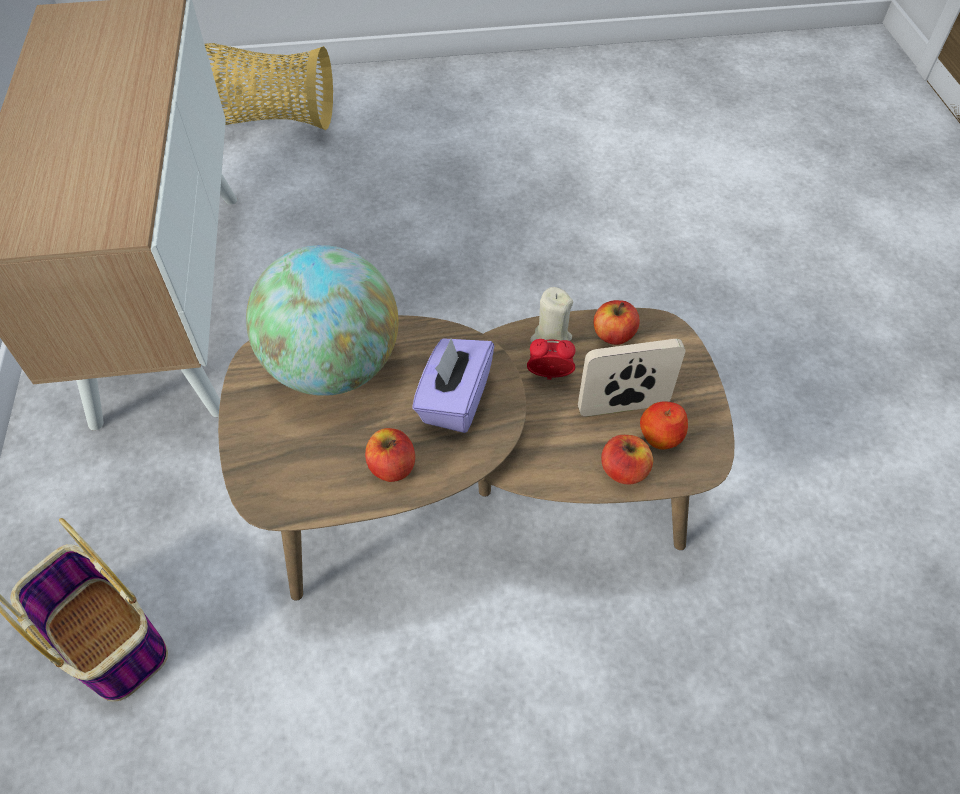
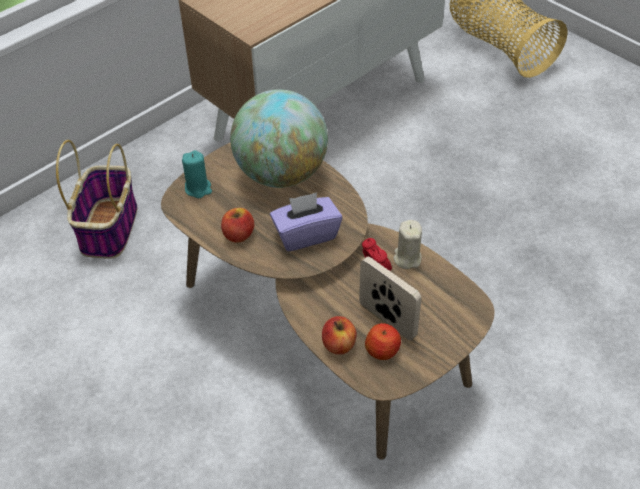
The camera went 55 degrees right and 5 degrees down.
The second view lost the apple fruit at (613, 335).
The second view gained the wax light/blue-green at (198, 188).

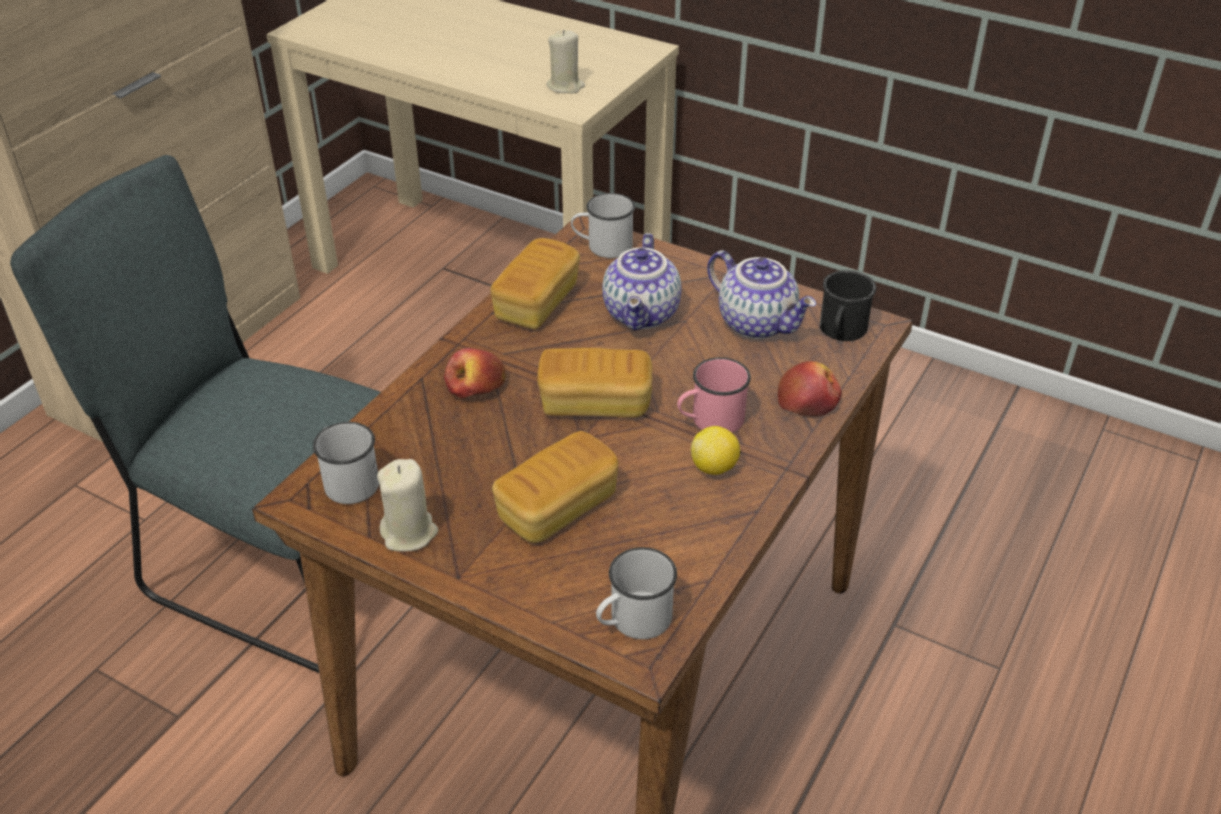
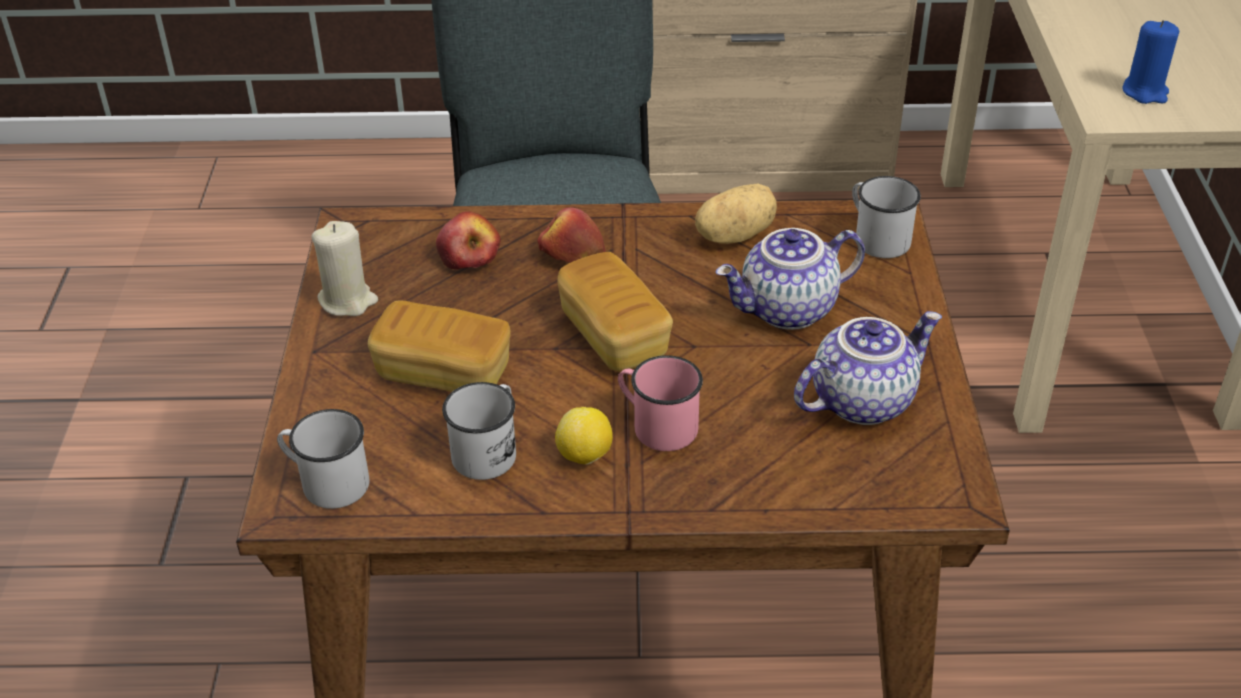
The camera went 60 degrees right and 0 degrees up.
The tea mug/whitish ended up elsewhere, having gone from (347, 480) to (489, 450).
Where the bakery bread stood at (536, 303), the potato came to stand at (734, 235).
What was the wax light/beige-coloured at (565, 86) turned into the wax light/blue-coloured at (1145, 92).
The pot for tea at (758, 323) ended up facing another way, 135 degrees counterclockwise from before.
The apple fruit ended up elsewhere, having gone from (809, 400) to (469, 255).
The second view lost the tea mug/black-coloured at (841, 332).

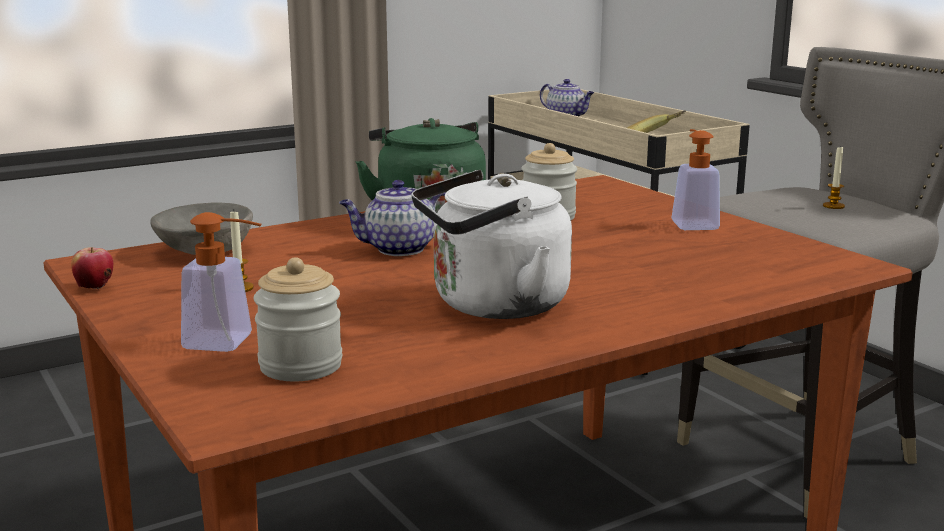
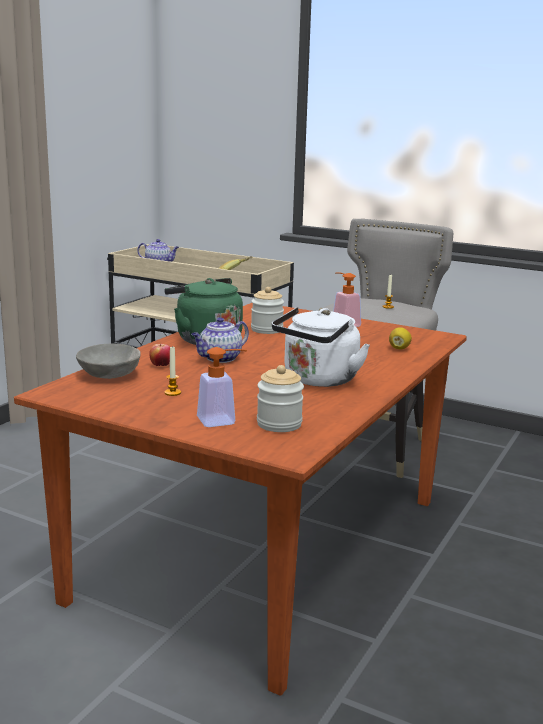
The camera went 30 degrees left and 0 degrees up.
The apple fruit ended up elsewhere, having gone from (95, 288) to (161, 366).
The second view gained the whole lemon at (399, 348).

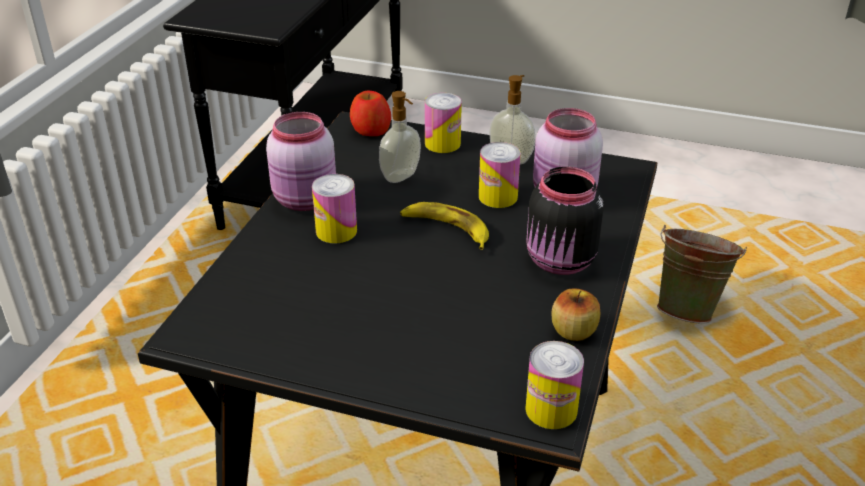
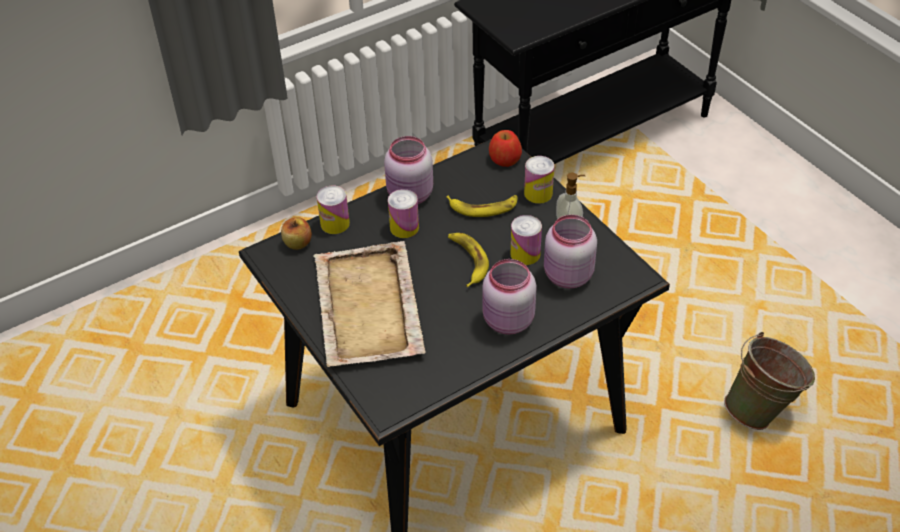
The camera went 40 degrees right and 10 degrees up.
Where the liquid soap bottle stood at (401, 177), the whole banana came to stand at (483, 207).
The metal can ended up elsewhere, having gone from (551, 409) to (335, 224).
What was the jar/black-coloured at (561, 262) turned into the jar/pink-coloured at (507, 321).
The apple fruit ended up elsewhere, having gone from (573, 331) to (298, 243).
The second view gained the tray/beige-coloured at (367, 308).

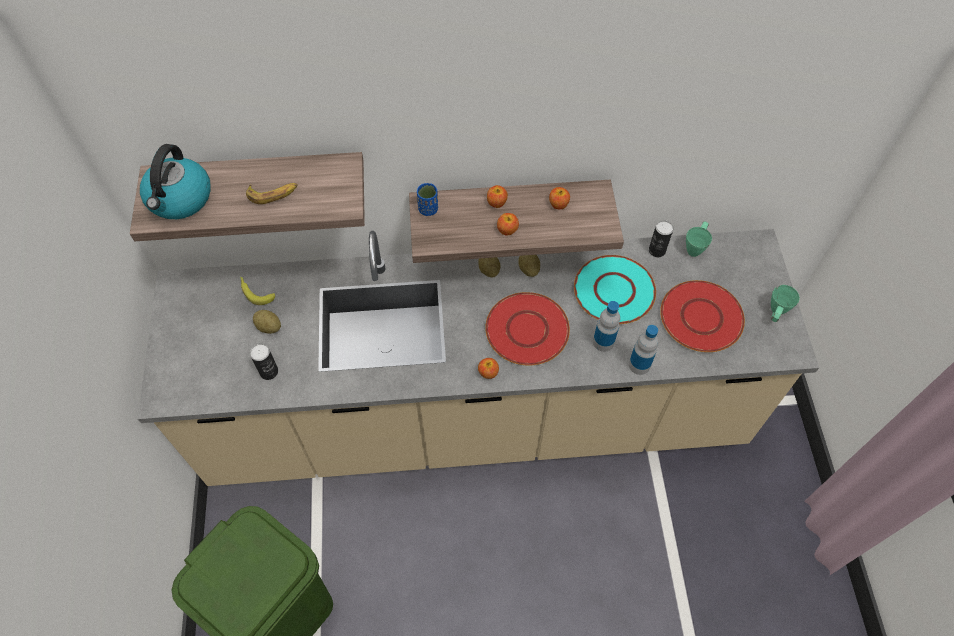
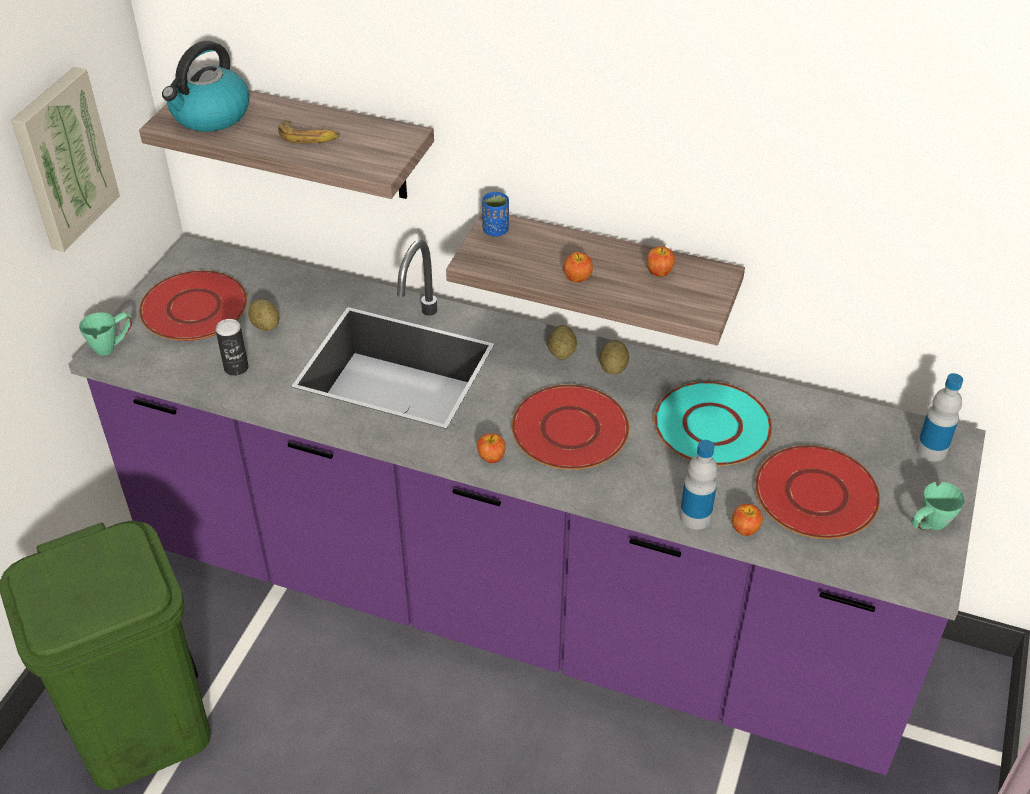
The camera went 25 degrees right and 15 degrees down.
What was the counter/beige-coloured at (477, 419) turned into the counter/purplish at (515, 604).
The second view lost the whole banana at (255, 292).
The apple fruit ended up elsewhere, having gone from (497, 202) to (745, 528).
The beverage bottle ended up elsewhere, having gone from (603, 342) to (931, 450).
The second view lost the metal can at (657, 250).
The tea mug/green-coloured ended up elsewhere, having gone from (695, 247) to (112, 346).
The second view gained the wall art at (62, 159).
The second view gained the dinner plate/reddish at (194, 307).

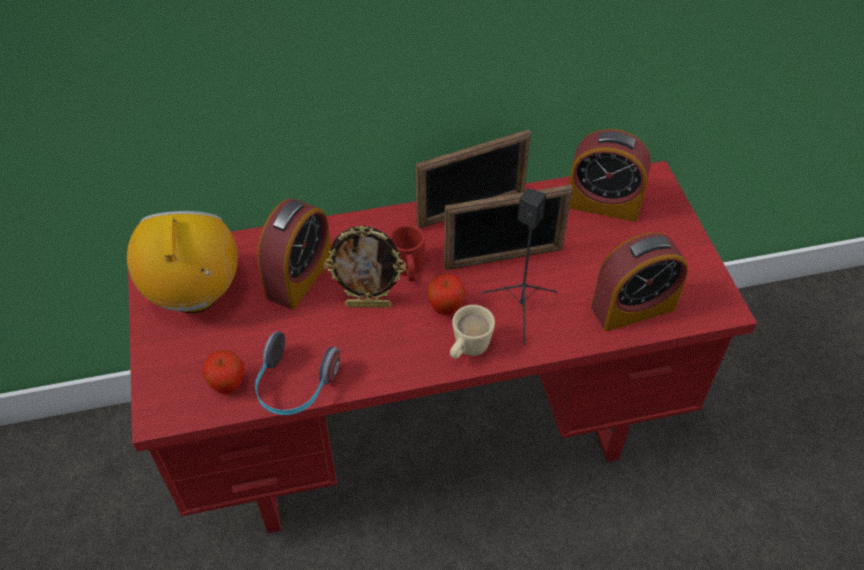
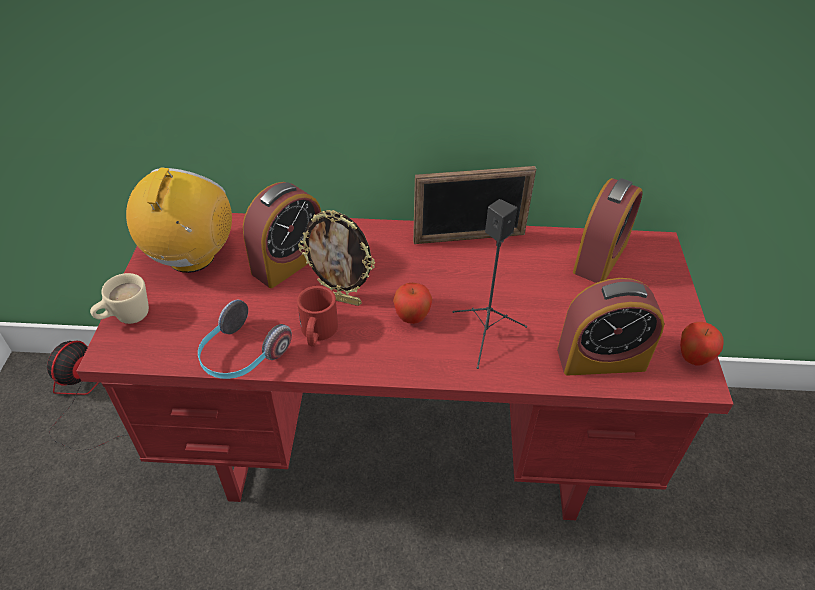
The camera went 15 degrees right and 5 degrees down.
The apple fruit ended up elsewhere, having gone from (228, 385) to (693, 358).
The tea mug/reddish ended up elsewhere, having gone from (408, 269) to (317, 333).
The second view lost the picture frame at (503, 258).
The tea mug/beige-coloured ended up elsewhere, having gone from (467, 350) to (126, 317).
The bedside clock at (603, 203) ended up facing another way, 90 degrees counterclockwise from before.
The second view gained the electric fan at (84, 401).

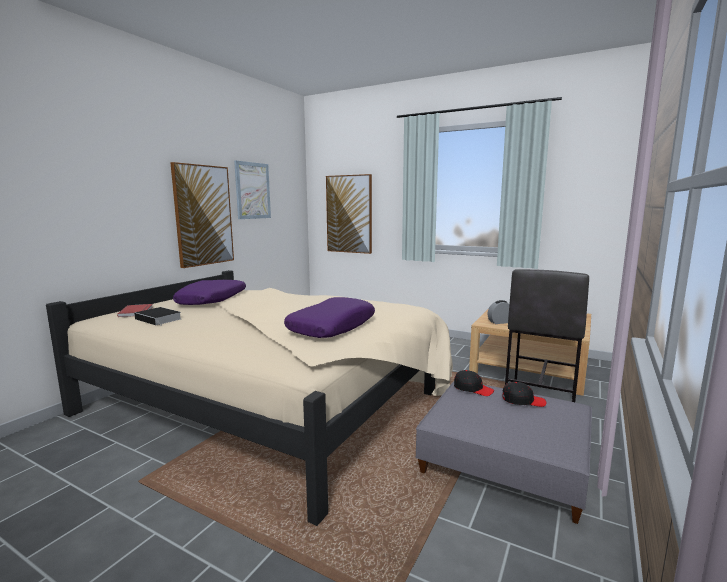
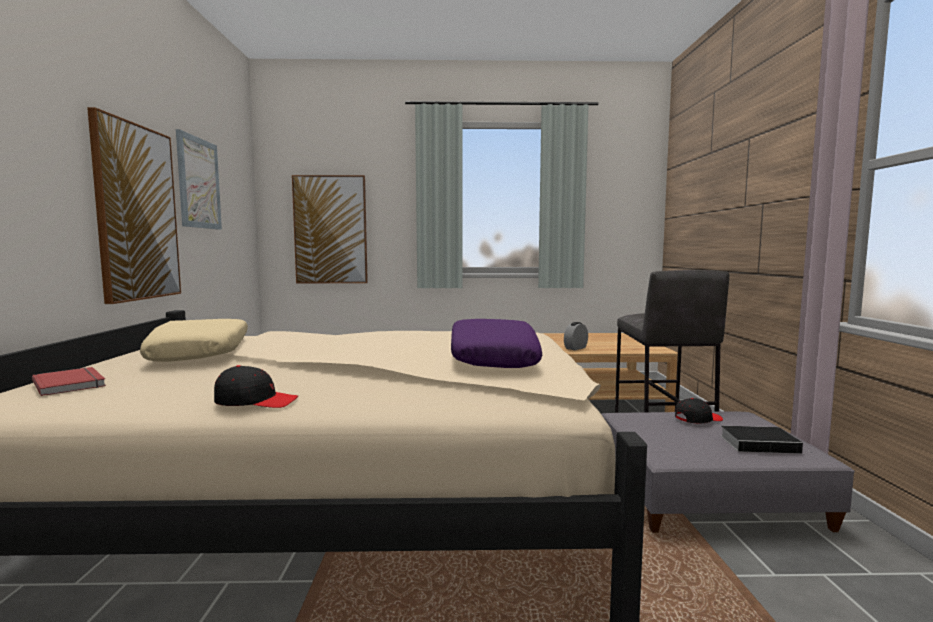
The camera went 30 degrees left and 5 degrees down.
The book ended up elsewhere, having gone from (159, 319) to (761, 444).
What was the throw pillow/purplish at (212, 300) turned into the throw pillow/beige-coloured at (202, 353).
The cap/black-coloured ended up elsewhere, having gone from (473, 389) to (256, 401).

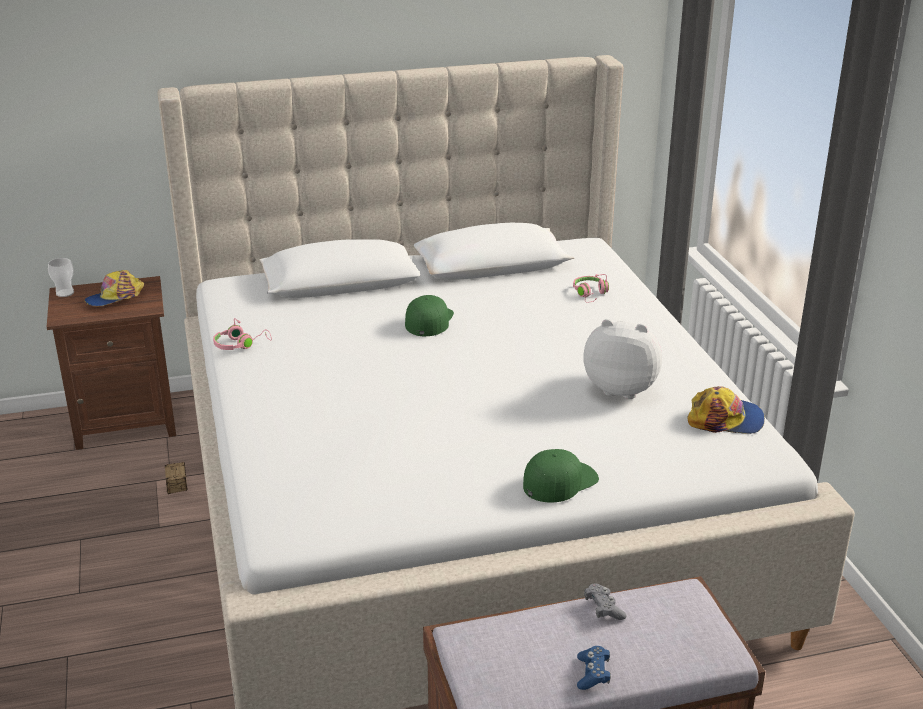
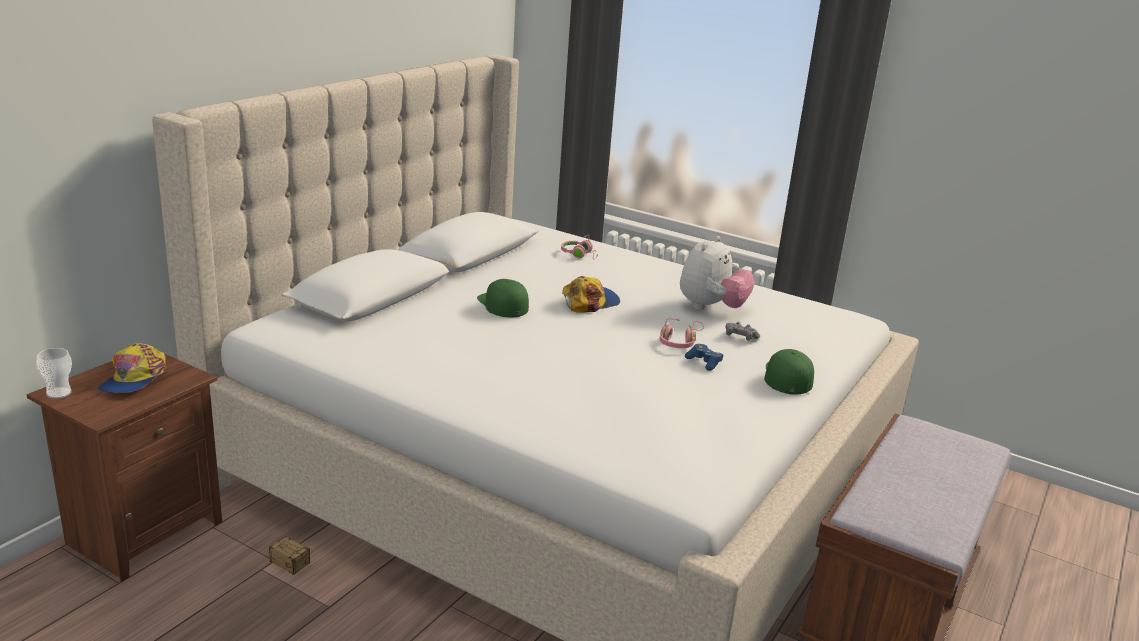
The camera went 45 degrees left and 5 degrees down.
The pair of headphones/pink-coloured ended up elsewhere, having gone from (240, 344) to (679, 342).
The joypad/blue-coloured ended up elsewhere, having gone from (593, 674) to (704, 362).
The soft toy at (621, 388) ended up facing another way, 150 degrees clockwise from before.
The joypad/greyish ended up elsewhere, having gone from (603, 608) to (740, 337).
The cap ended up elsewhere, having gone from (725, 419) to (590, 302).

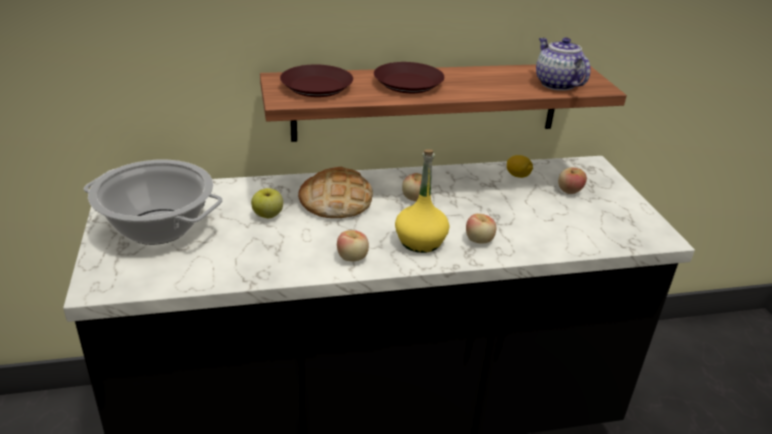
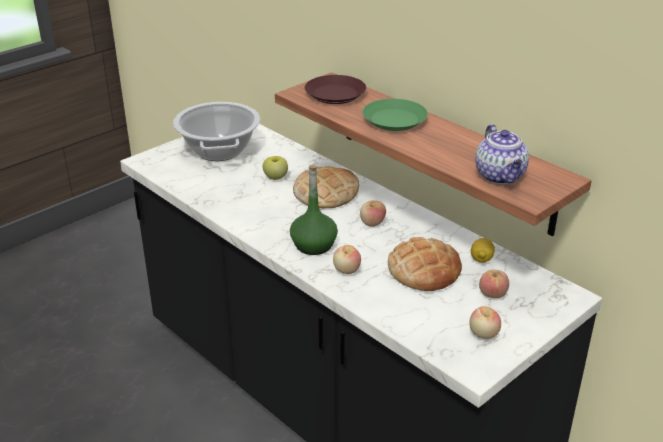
The camera went 60 degrees right and 0 degrees up.
The apple fruit ended up elsewhere, having gone from (352, 258) to (483, 334).
What was the dinner plate/brownish at (408, 83) turned into the dinner plate/green-coloured at (395, 120).
What was the beverage bottle/yellow at (420, 241) turned into the beverage bottle/green-coloured at (313, 245).
The pot for tea at (556, 84) ended up facing another way, 135 degrees clockwise from before.
The second view gained the bakery bread at (424, 270).

